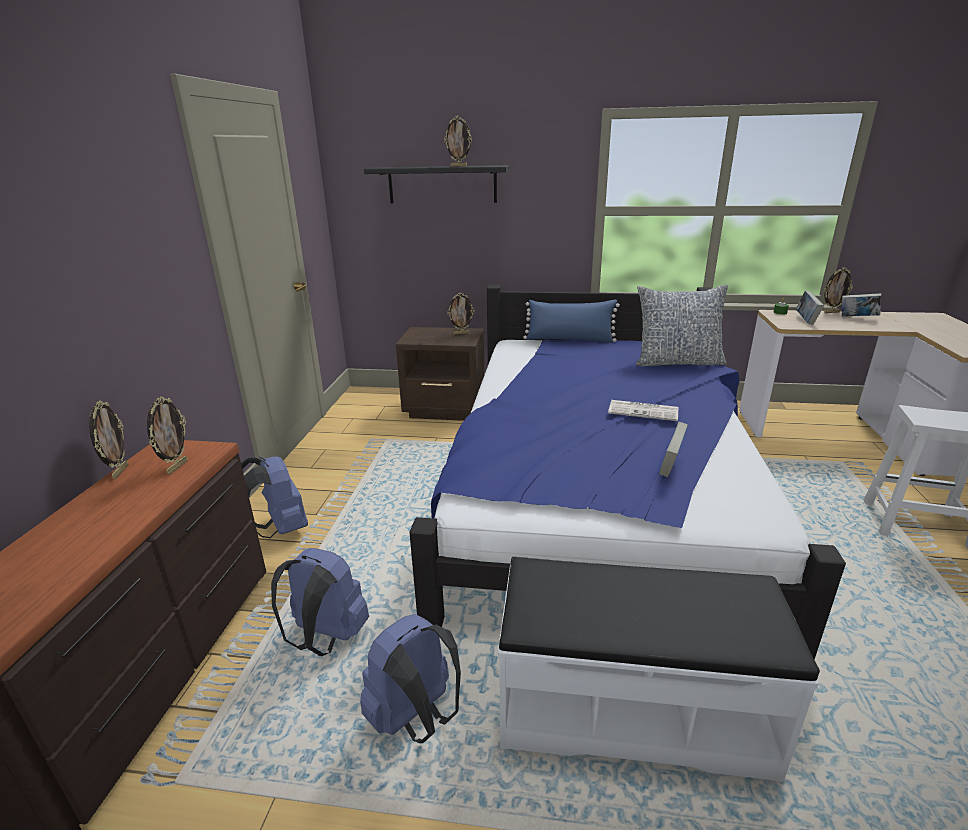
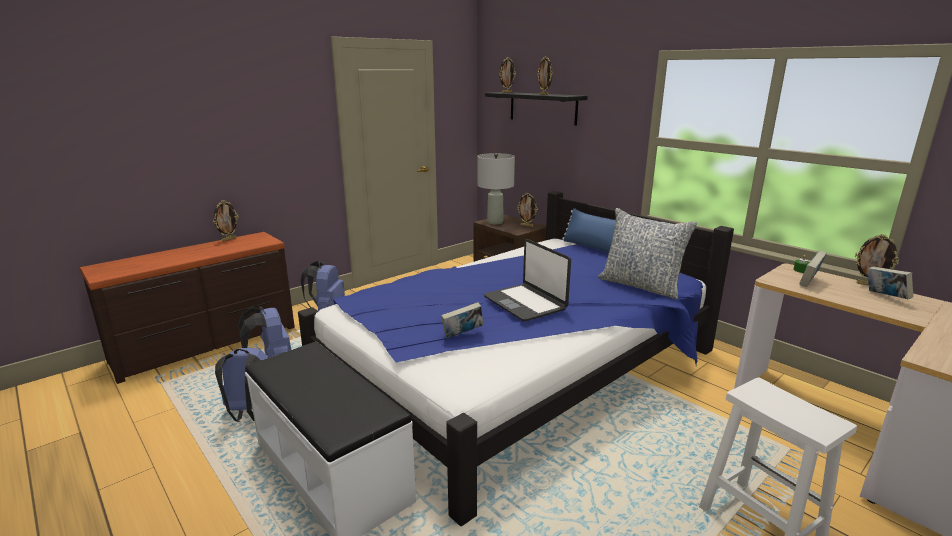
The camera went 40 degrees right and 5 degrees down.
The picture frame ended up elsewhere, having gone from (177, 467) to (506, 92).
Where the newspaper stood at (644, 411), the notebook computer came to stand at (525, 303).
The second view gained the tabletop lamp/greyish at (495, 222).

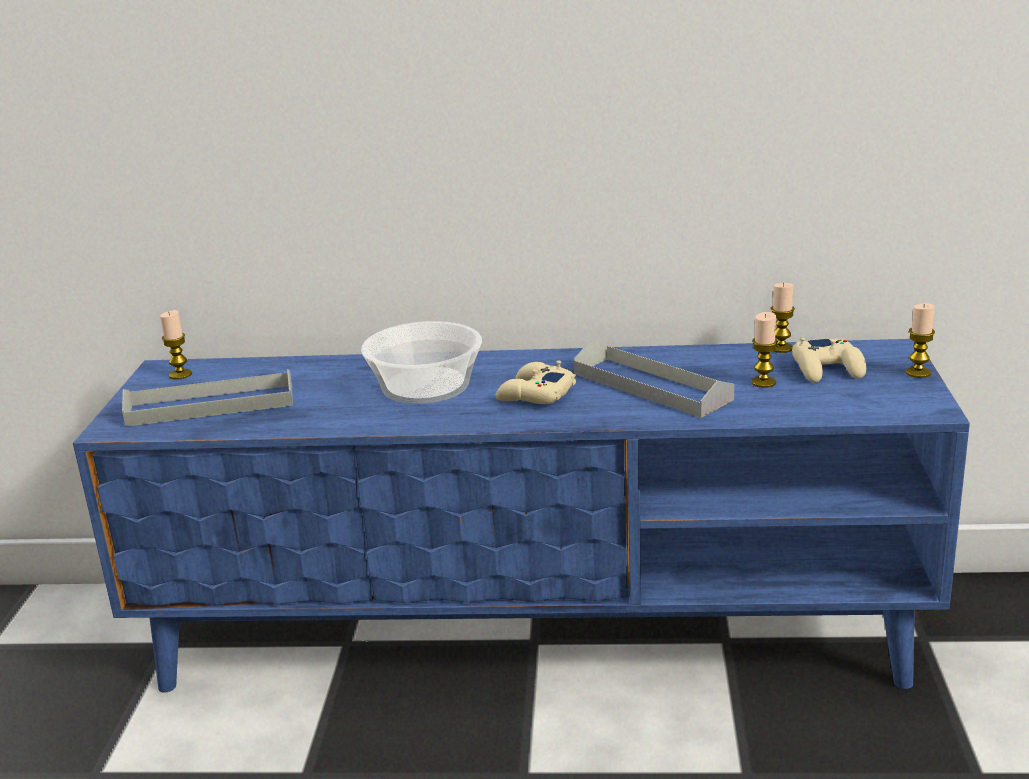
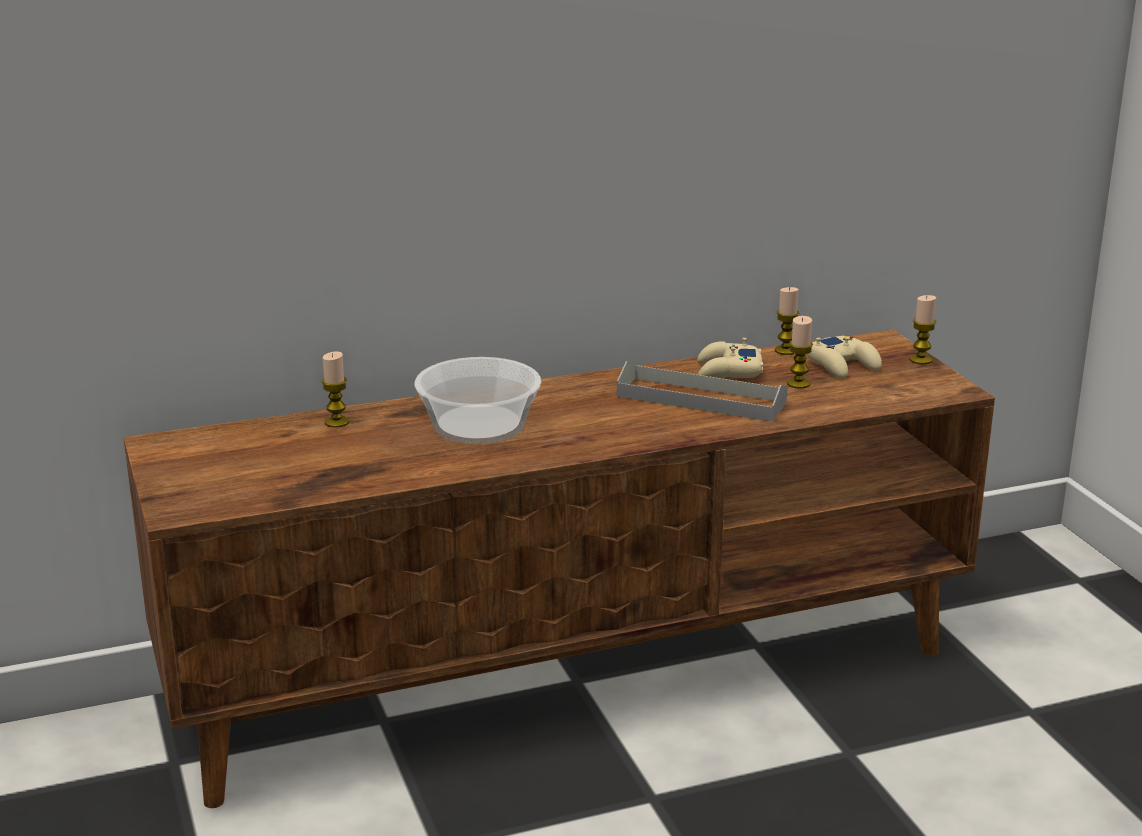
The camera went 25 degrees left and 0 degrees up.
What was the tv unit/blue-coloured at (533, 637) turned into the tv unit/brownish at (573, 677).
The second view lost the tray/greyish at (211, 405).
The wax light ended up elsewhere, having gone from (180, 375) to (337, 422).
The joypad/beige-coloured ended up elsewhere, having gone from (535, 394) to (728, 371).

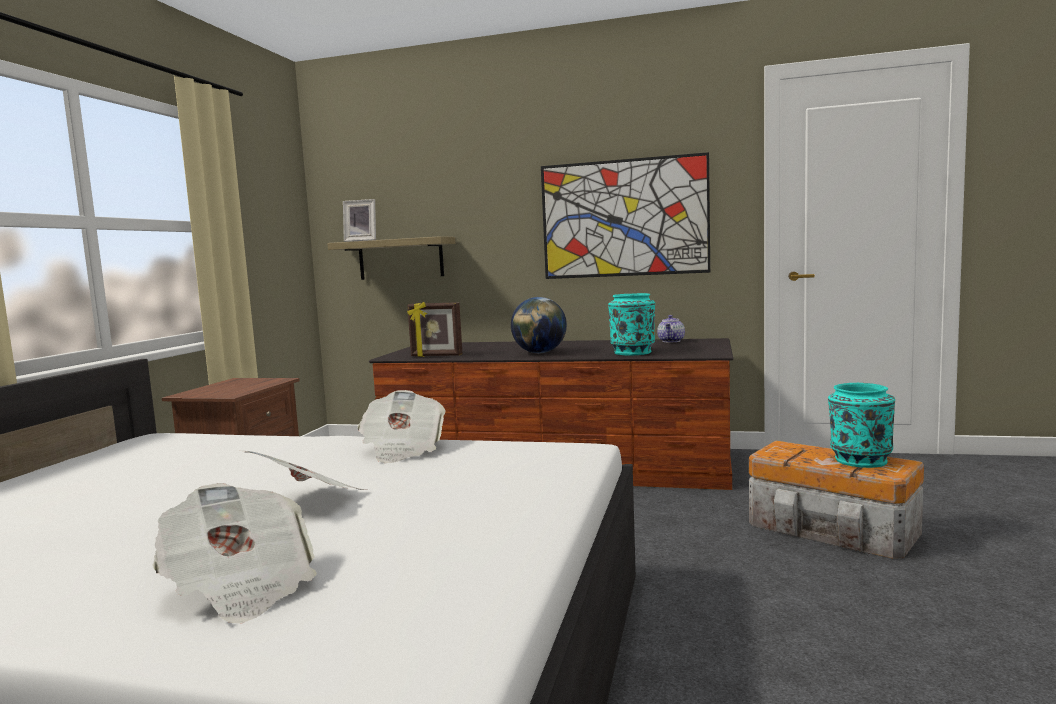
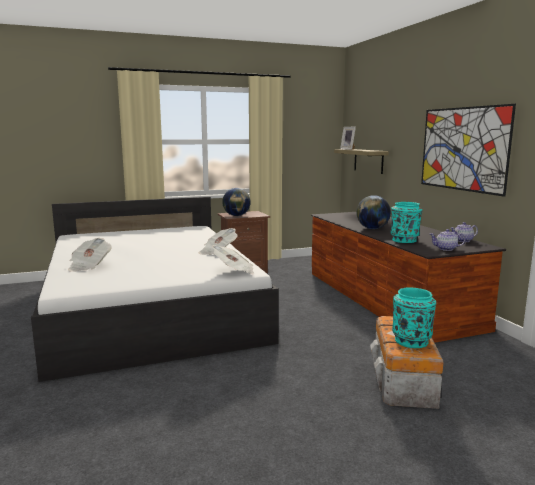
The camera went 55 degrees right and 5 degrees up.
The newspaper ended up elsewhere, having gone from (309, 501) to (234, 271).
The second view lost the picture frame at (436, 356).
The second view gained the desk globe at (236, 216).
The second view gained the pot for tea at (446, 249).

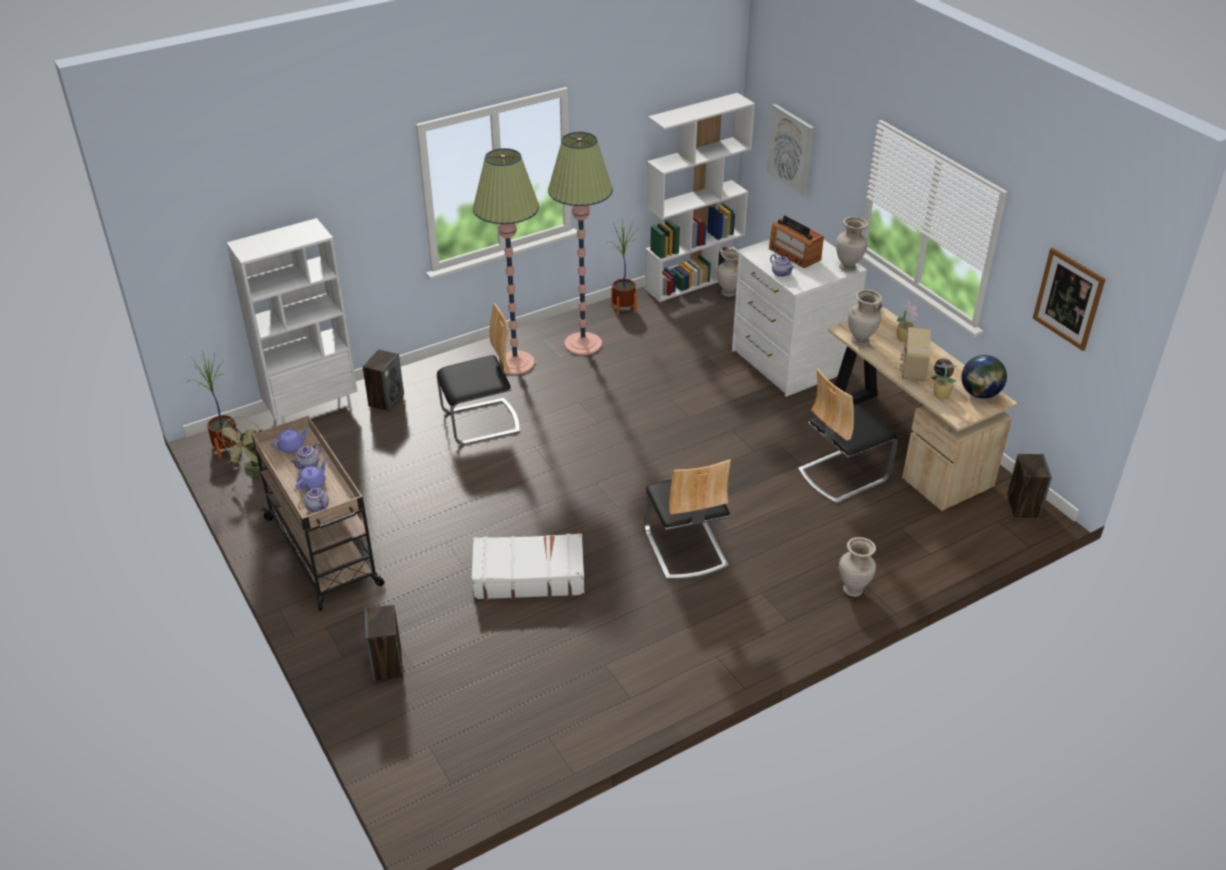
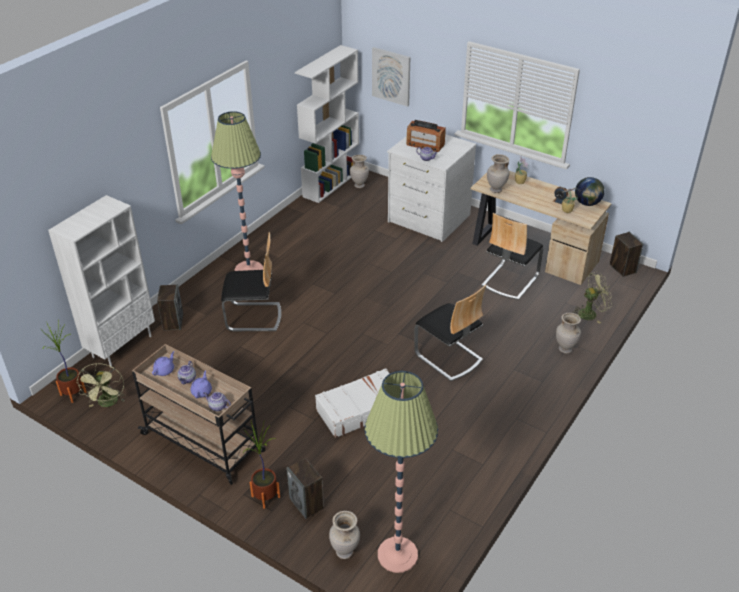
The camera went 25 degrees left and 0 degrees up.
The chair at (481, 422) ended up facing another way, 45 degrees clockwise from before.
The floor lamp ended up elsewhere, having gone from (583, 344) to (397, 555).
The potted plant ended up elsewhere, having gone from (623, 308) to (265, 497).
The decorative vase/beige-coloured ended up elsewhere, having gone from (848, 268) to (345, 552).
The second view lost the radio set at (912, 369).
The second view lost the wall art at (1068, 298).
The second view gained the electric fan/green-coloured at (590, 313).

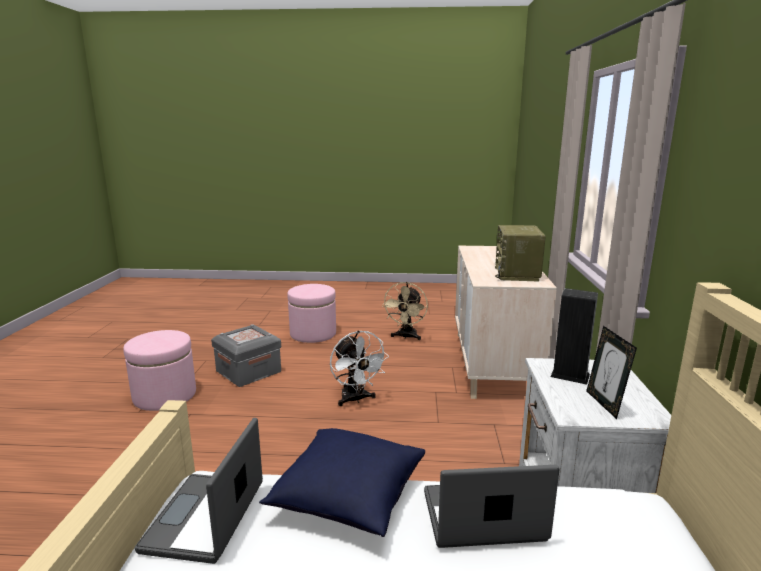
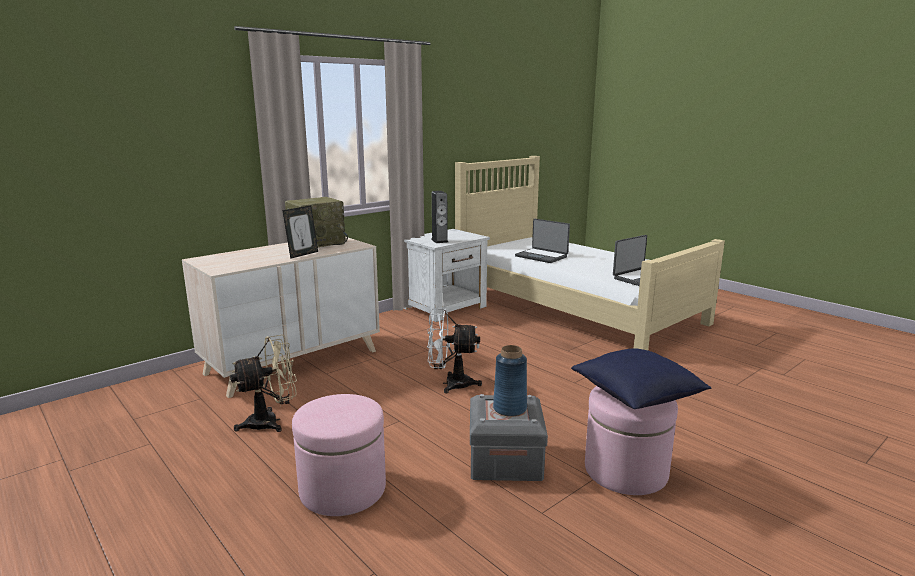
The camera went 135 degrees left and 0 degrees up.
The throw pillow/blue-coloured ended up elsewhere, having gone from (347, 497) to (637, 397).
The electric fan/whitish at (356, 399) ended up facing another way, 105 degrees counterclockwise from before.
The picture frame ended up elsewhere, having gone from (604, 404) to (302, 254).
The second view gained the decorative vase/blue-coloured at (509, 408).

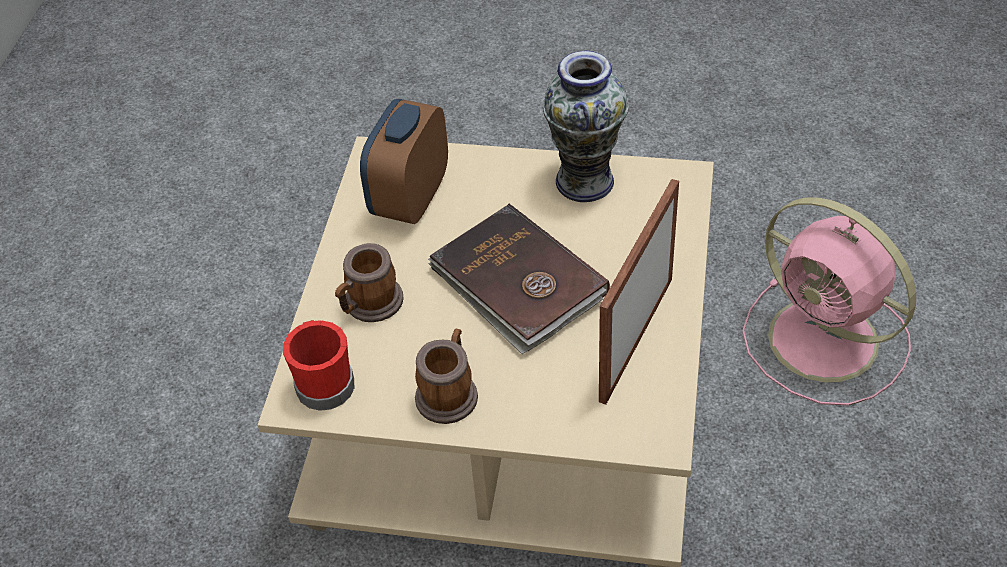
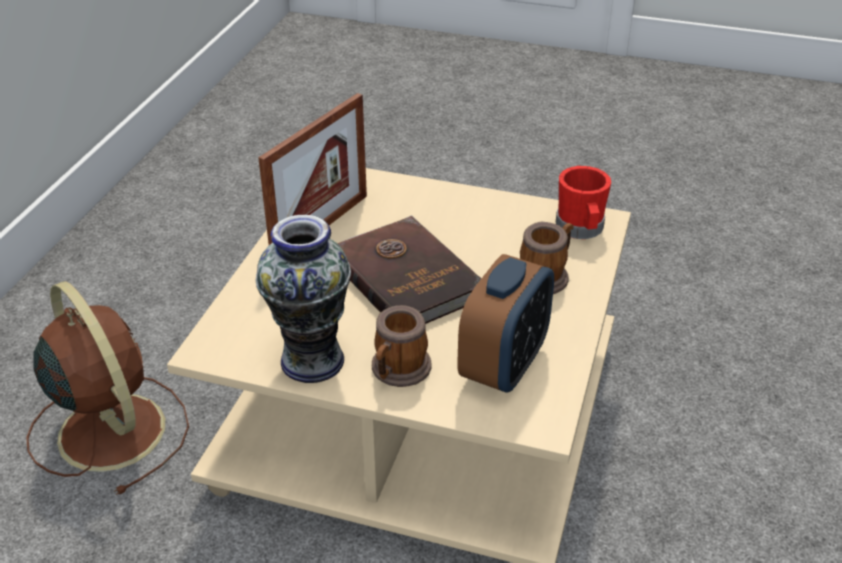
The camera went 175 degrees left and 10 degrees down.
The tea mug ended up elsewhere, having gone from (449, 392) to (398, 371).
What was the electric fan/pink-coloured at (827, 342) turned into the electric fan/brownish at (109, 428).

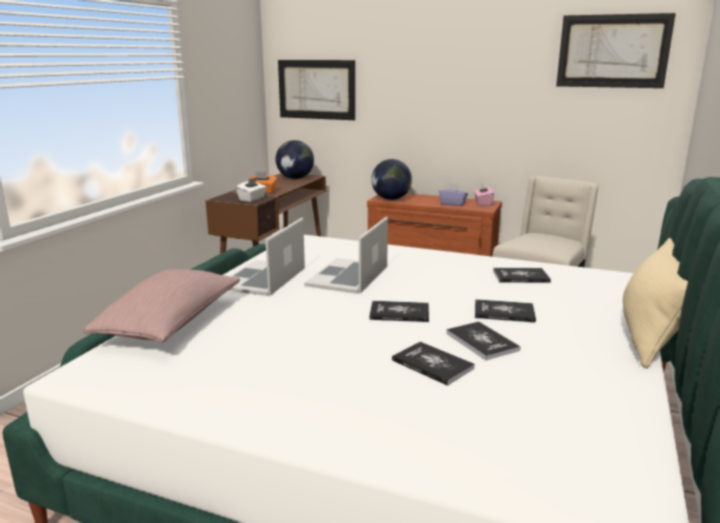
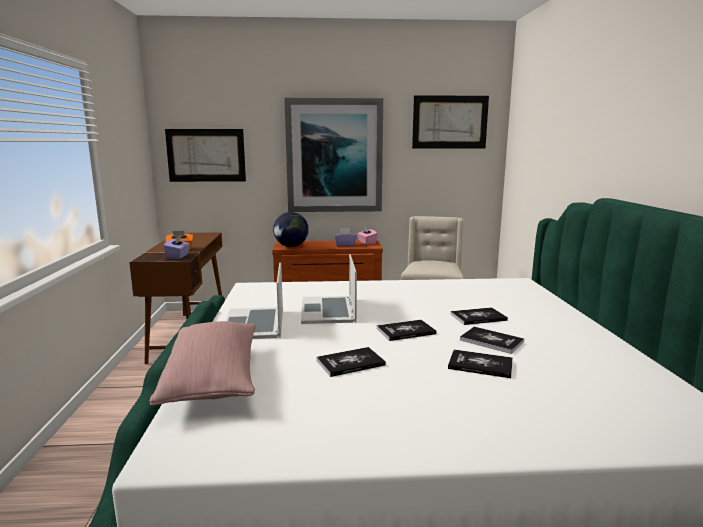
The camera went 25 degrees left and 5 degrees down.
What was the box of tissues/whitish at (252, 199) turned into the box of tissues/purplish at (178, 256).
The second view lost the desk globe at (295, 178).
The book ended up elsewhere, having gone from (520, 276) to (350, 363).
The second view lost the throw pillow/beige-coloured at (649, 333).
The second view gained the wall art at (334, 156).

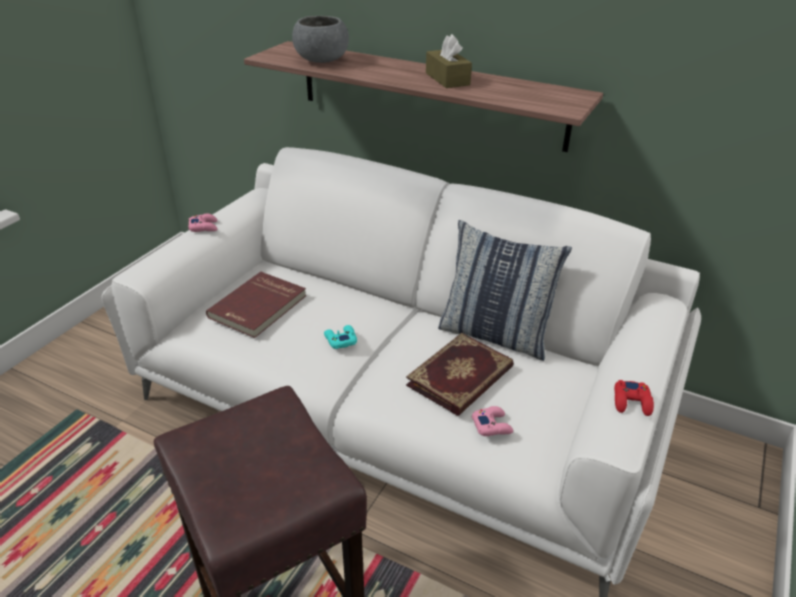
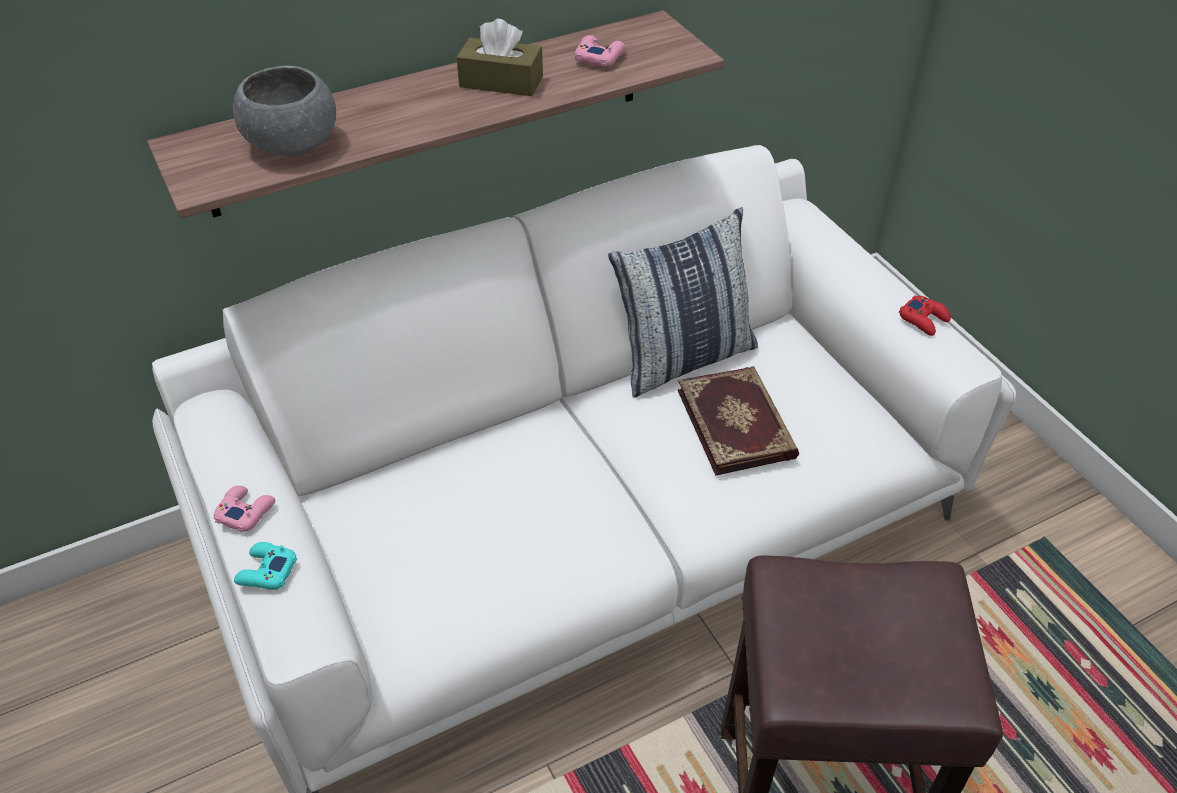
The camera went 55 degrees left and 10 degrees up.
The second view lost the book/reddish at (259, 307).
The joypad/blue-green ended up elsewhere, having gone from (340, 340) to (266, 571).
The joypad/pink-coloured ended up elsewhere, having gone from (492, 425) to (599, 57).

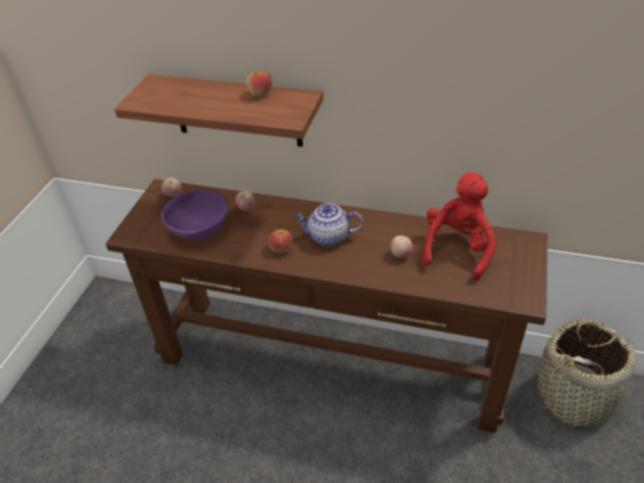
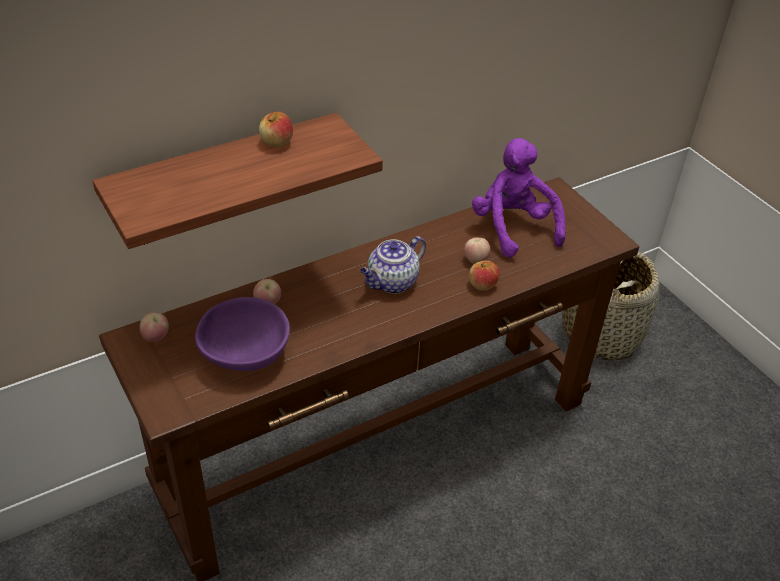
The camera went 50 degrees left and 0 degrees up.
The apple fruit ended up elsewhere, having gone from (281, 248) to (482, 285).
What was the soft toy/reddish at (458, 249) turned into the soft toy/purplish at (513, 228).

